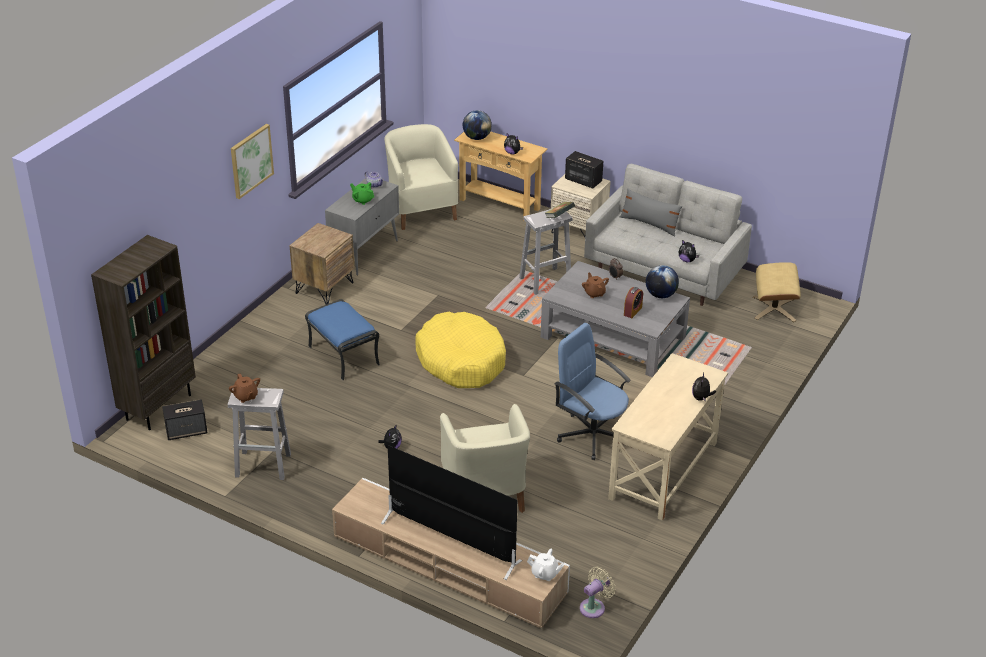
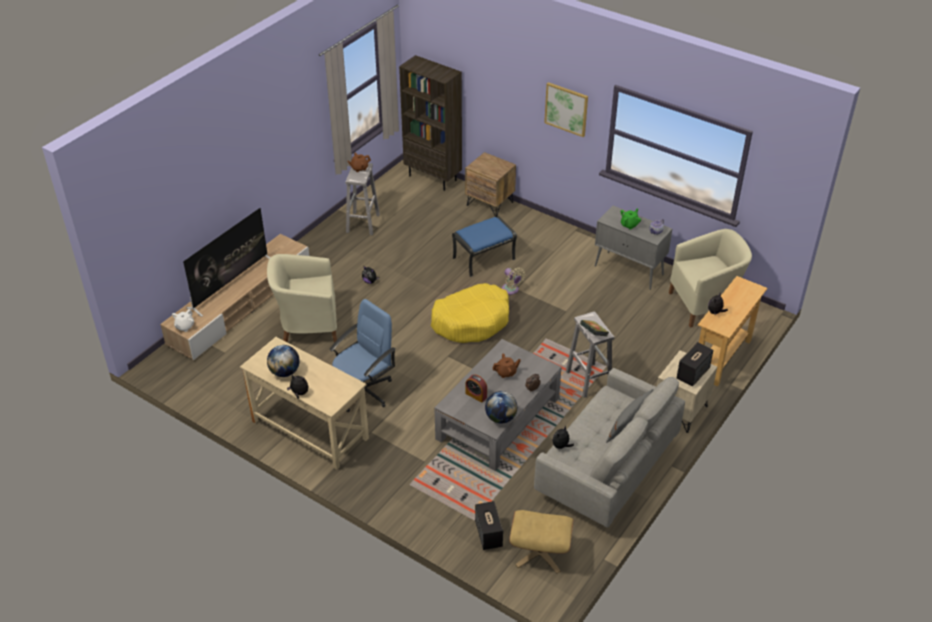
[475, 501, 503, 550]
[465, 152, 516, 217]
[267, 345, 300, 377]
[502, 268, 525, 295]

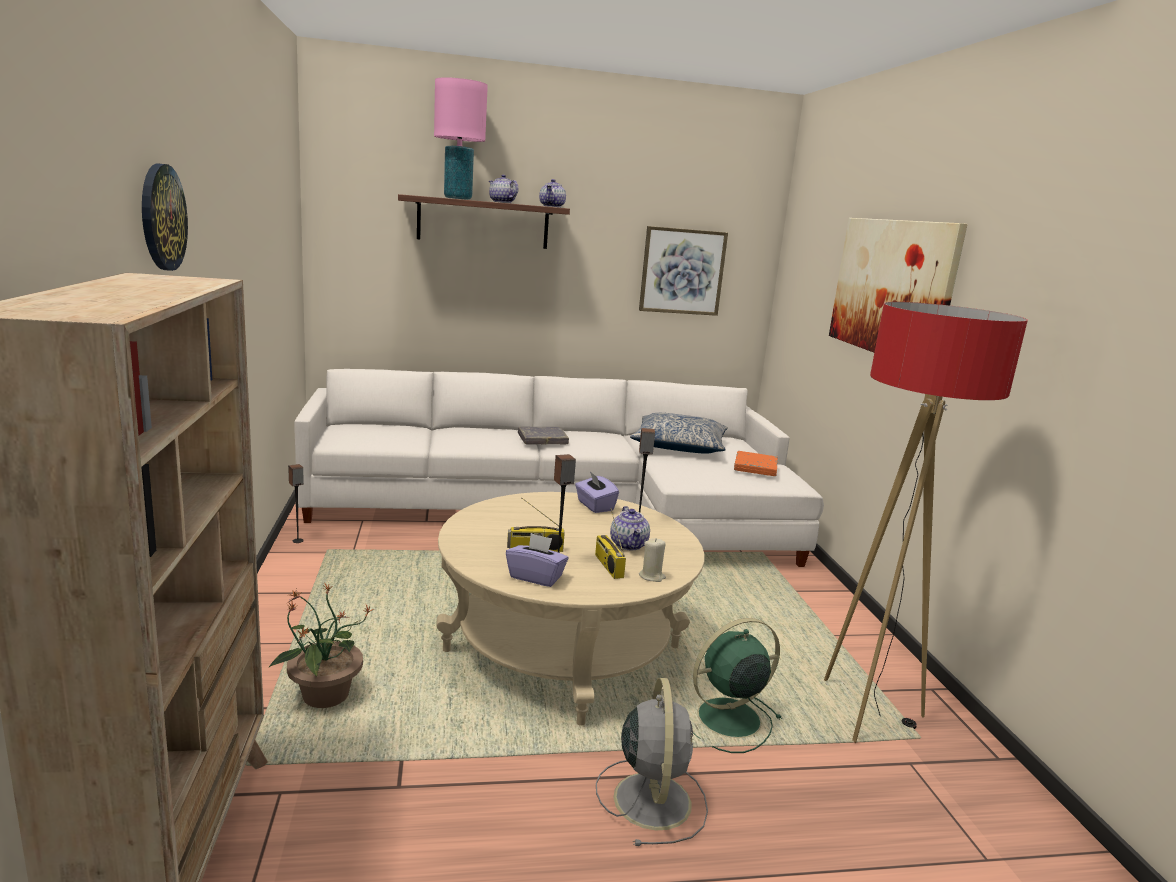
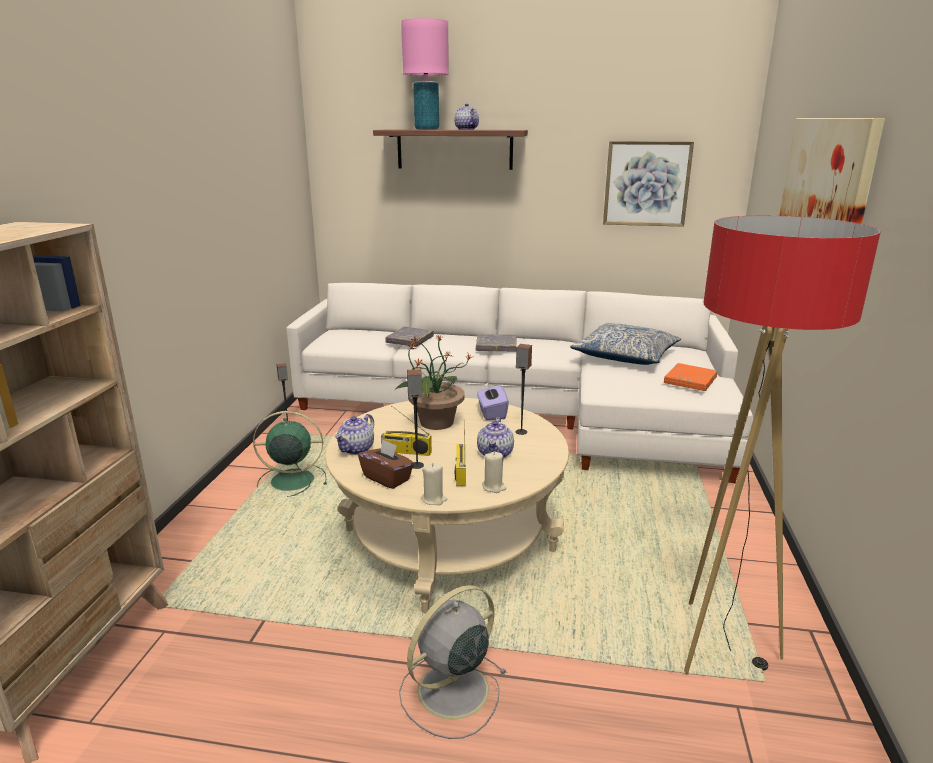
[142, 163, 188, 271] (first image)
[395, 334, 474, 430]
[358, 439, 414, 489]
[334, 414, 374, 455]
[399, 585, 507, 739]
[253, 411, 327, 497]
[385, 327, 434, 347]
[421, 463, 447, 505]

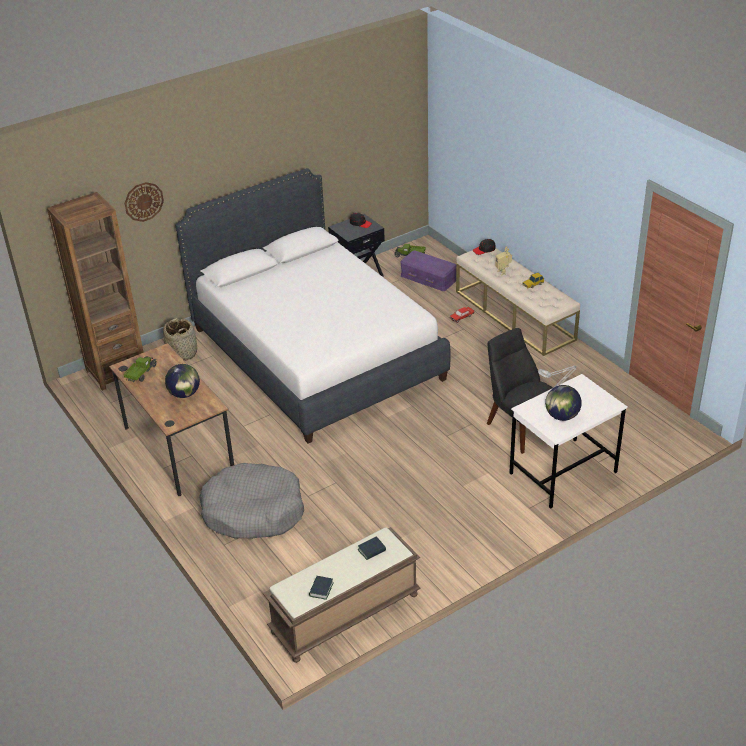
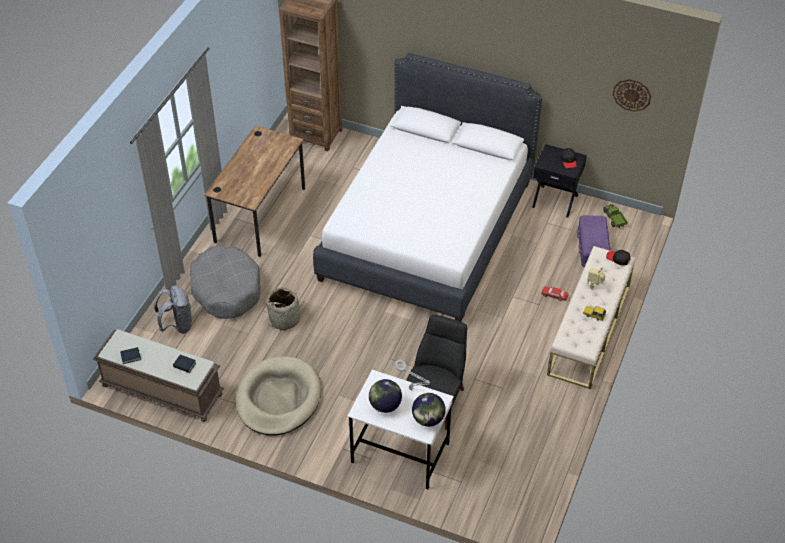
[123, 356, 157, 382] (first image)
[613, 79, 651, 112]
[266, 287, 303, 330]
[412, 393, 446, 427]
[154, 286, 192, 334]
[236, 356, 321, 435]

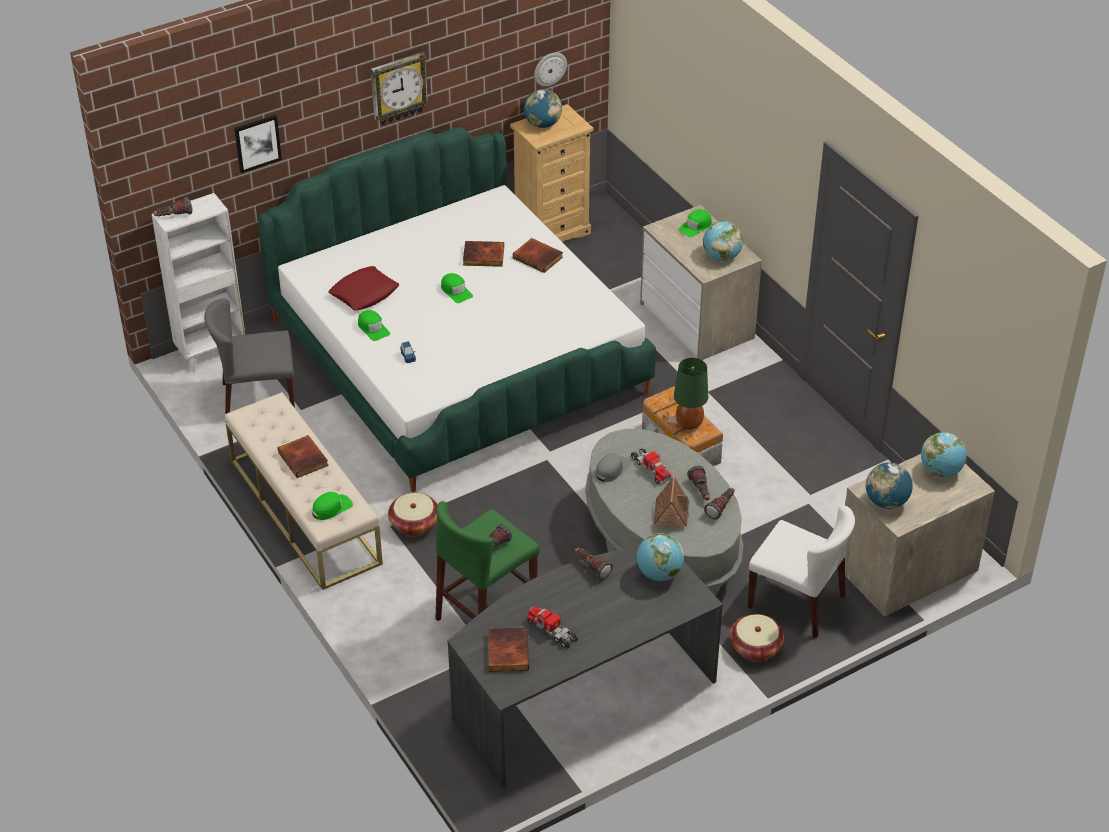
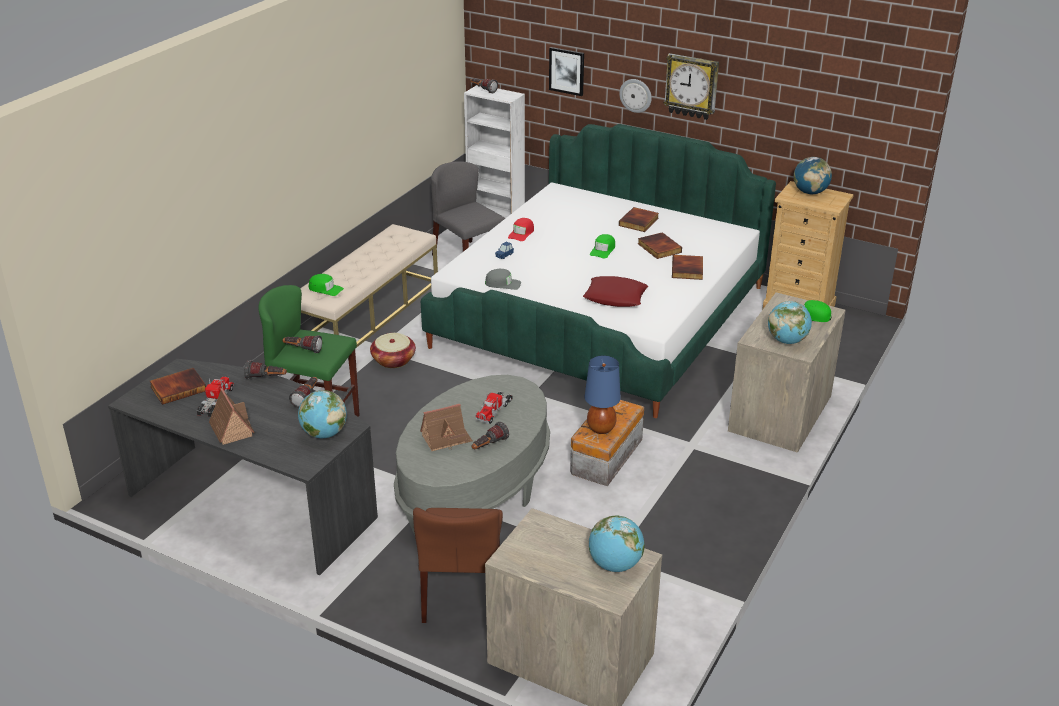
[619, 207, 659, 232]
[583, 276, 648, 307]
[508, 218, 534, 241]
[619, 79, 652, 113]
[485, 269, 521, 290]
[584, 356, 621, 434]
[244, 360, 287, 379]
[729, 614, 785, 661] (first image)
[413, 508, 503, 623]
[866, 463, 913, 509] (first image)
[209, 388, 255, 445]

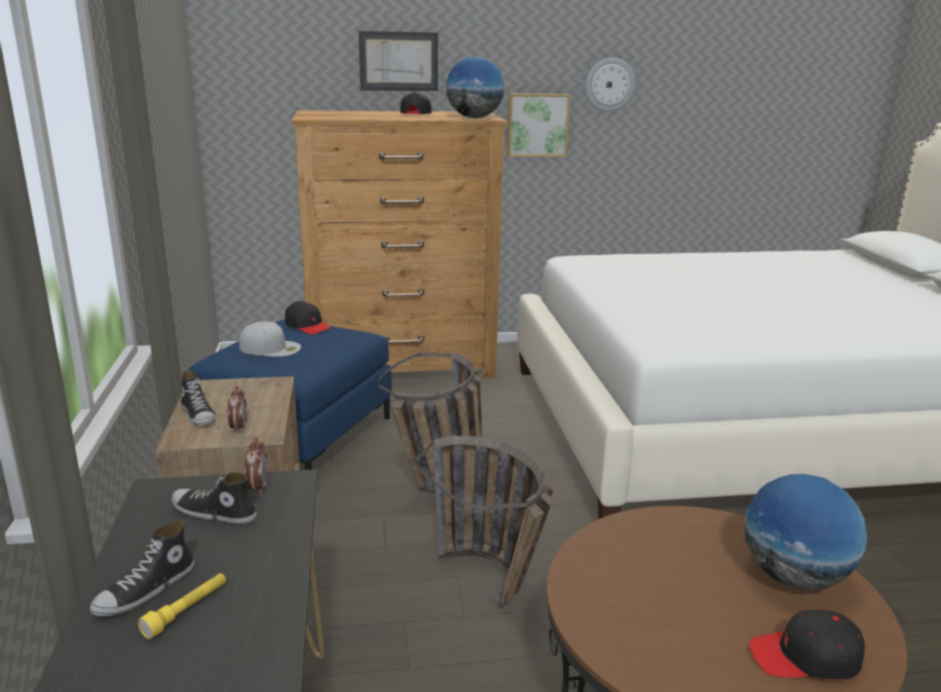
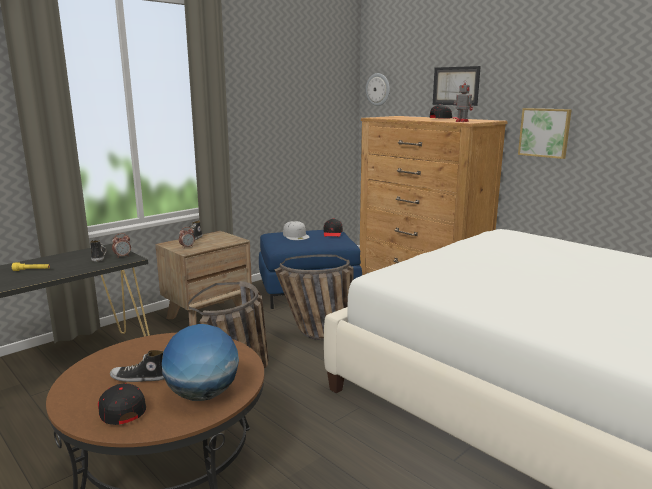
[110, 350, 164, 382]
[454, 80, 473, 122]
[366, 73, 390, 106]

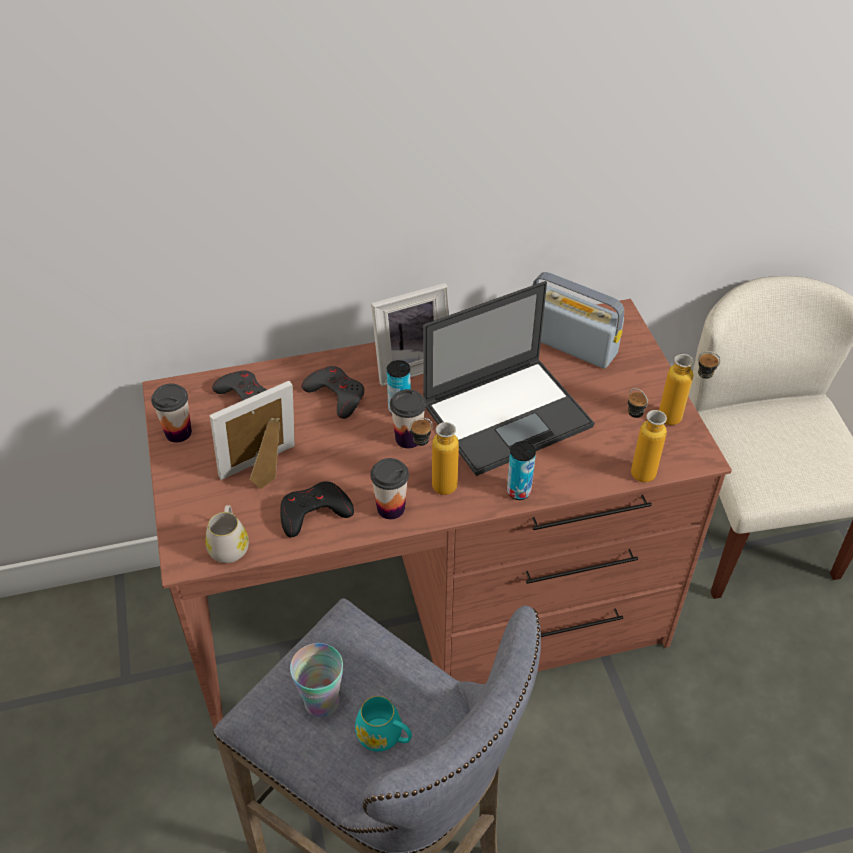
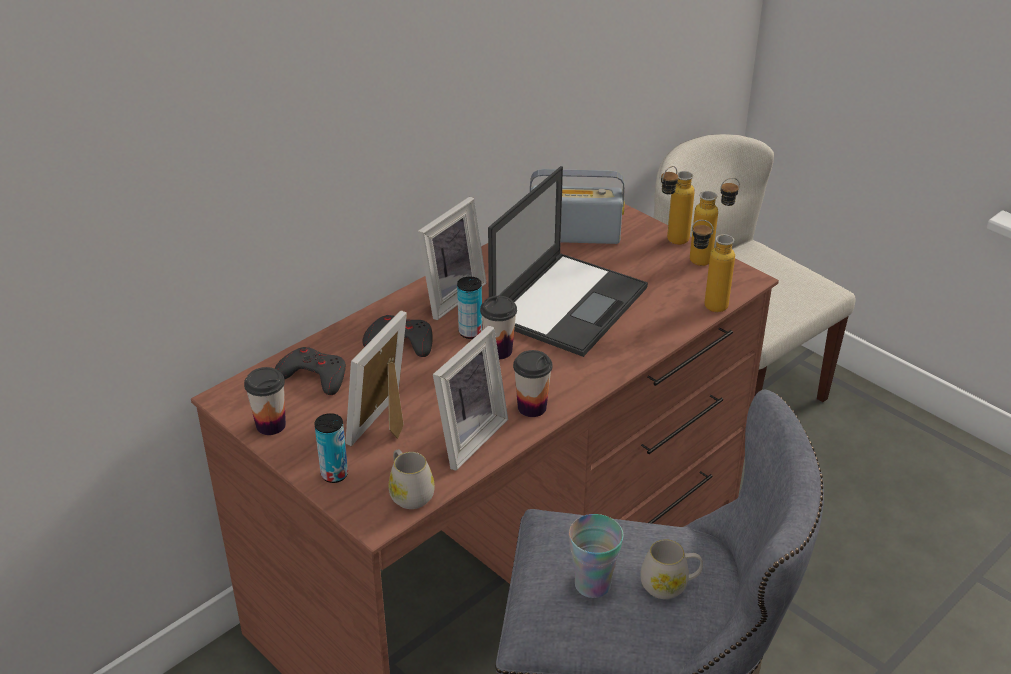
[433, 326, 508, 471]
[640, 539, 703, 599]
[661, 166, 695, 245]
[314, 413, 348, 483]

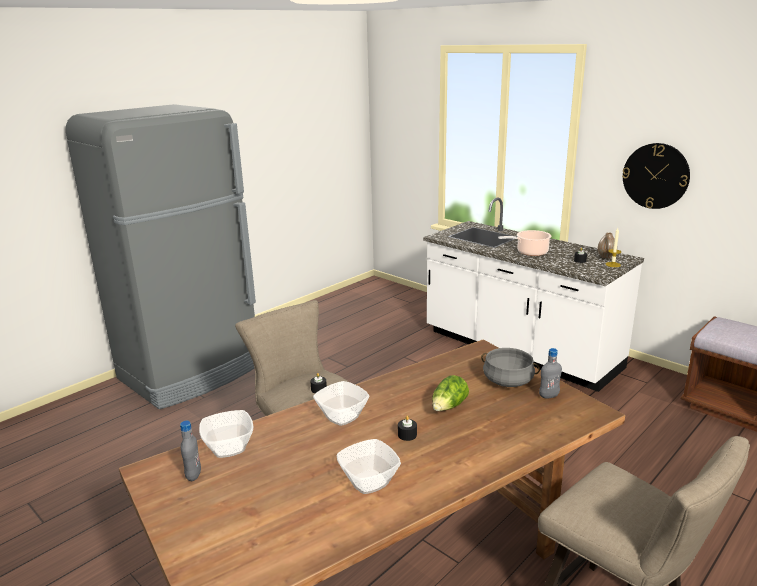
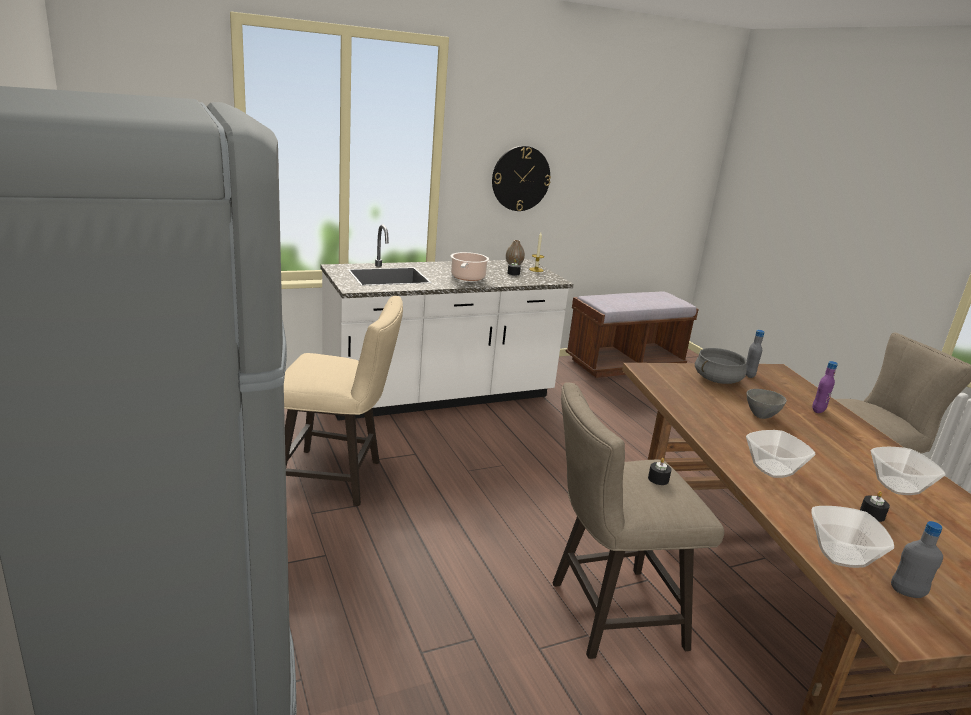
[860, 491, 890, 522]
[747, 389, 787, 419]
[284, 296, 403, 506]
[812, 361, 838, 413]

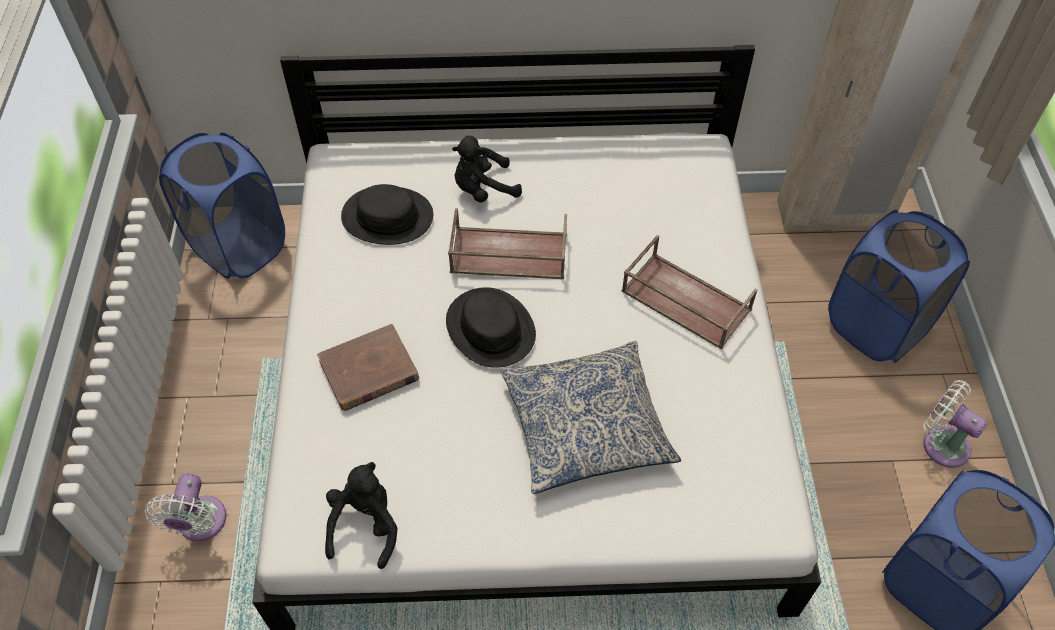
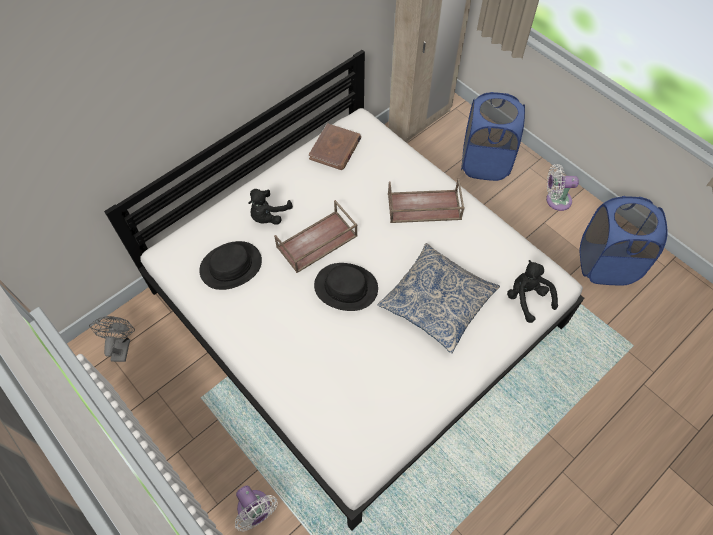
[89, 316, 135, 362]
[309, 123, 361, 170]
[507, 260, 558, 323]

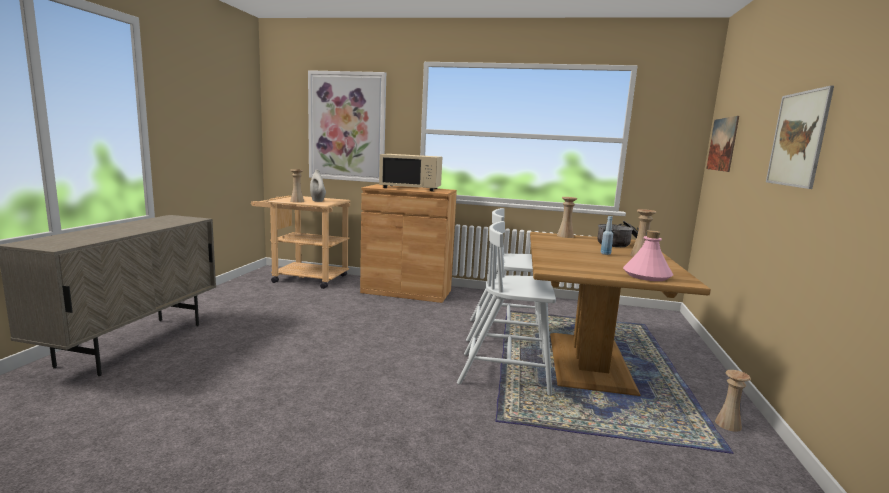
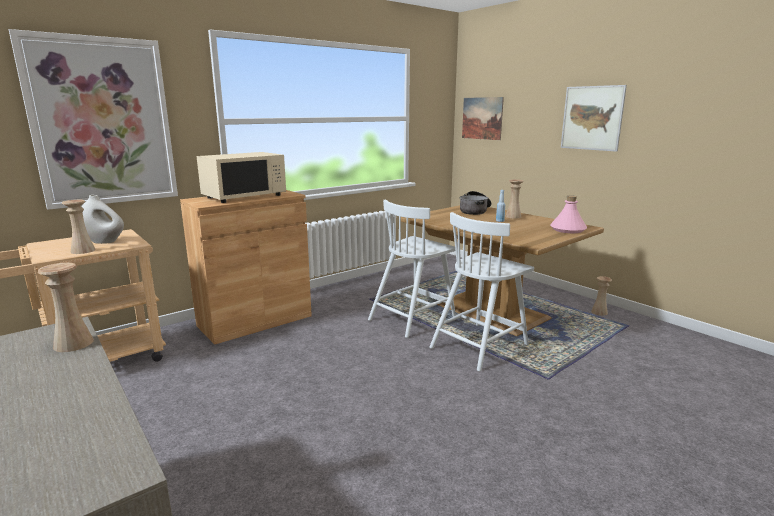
[38, 263, 94, 352]

